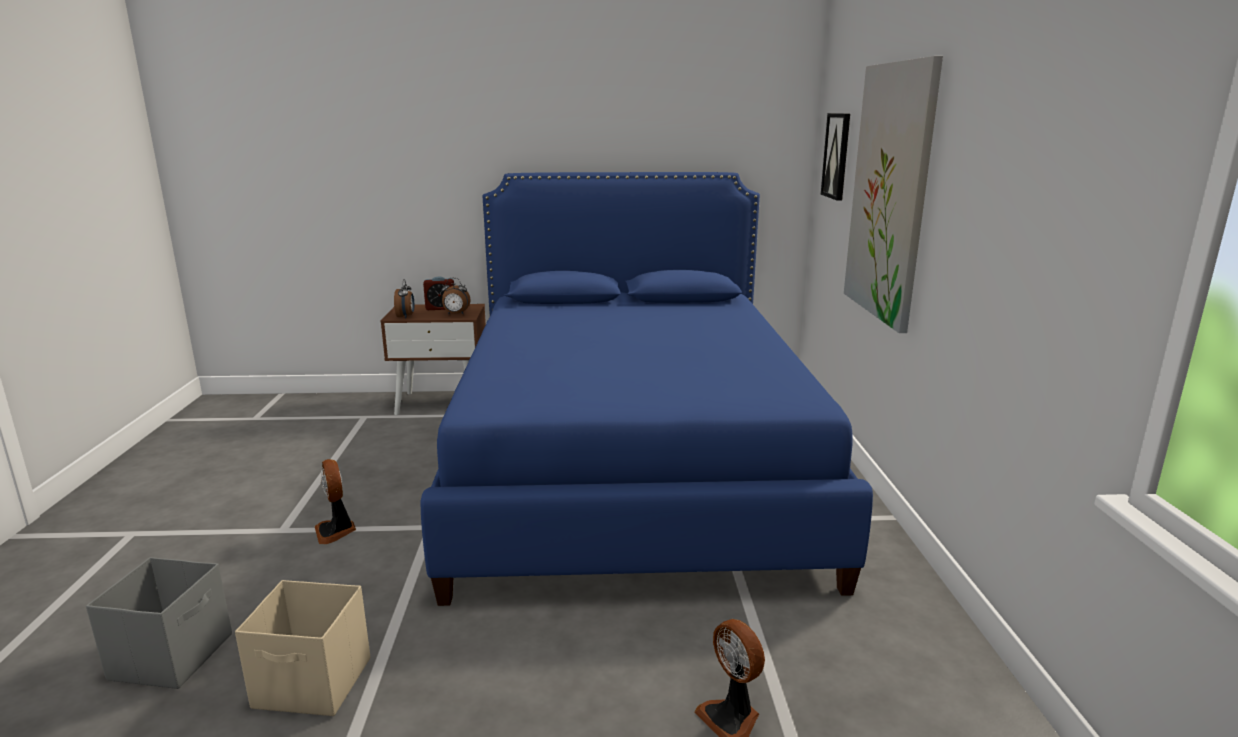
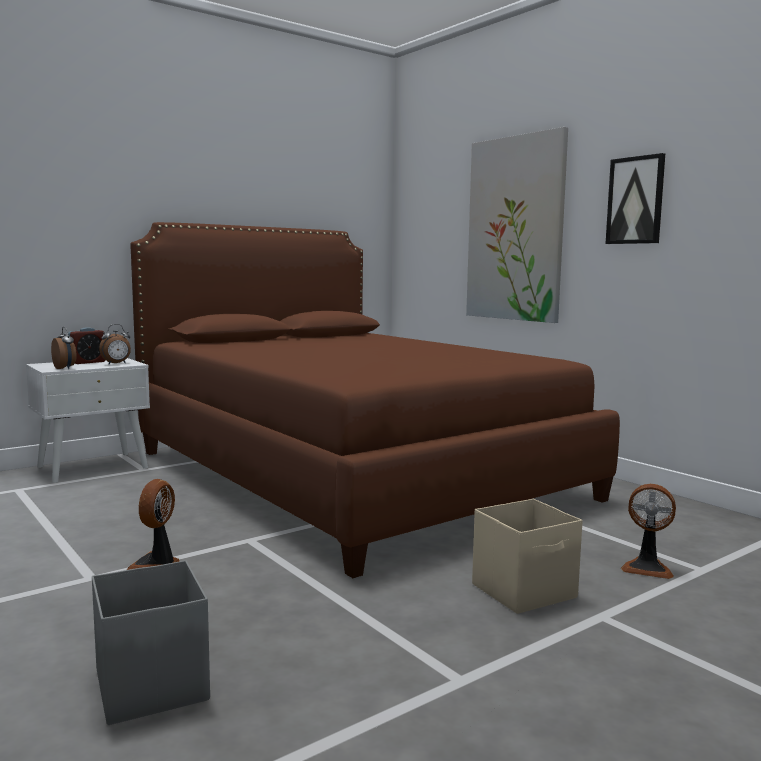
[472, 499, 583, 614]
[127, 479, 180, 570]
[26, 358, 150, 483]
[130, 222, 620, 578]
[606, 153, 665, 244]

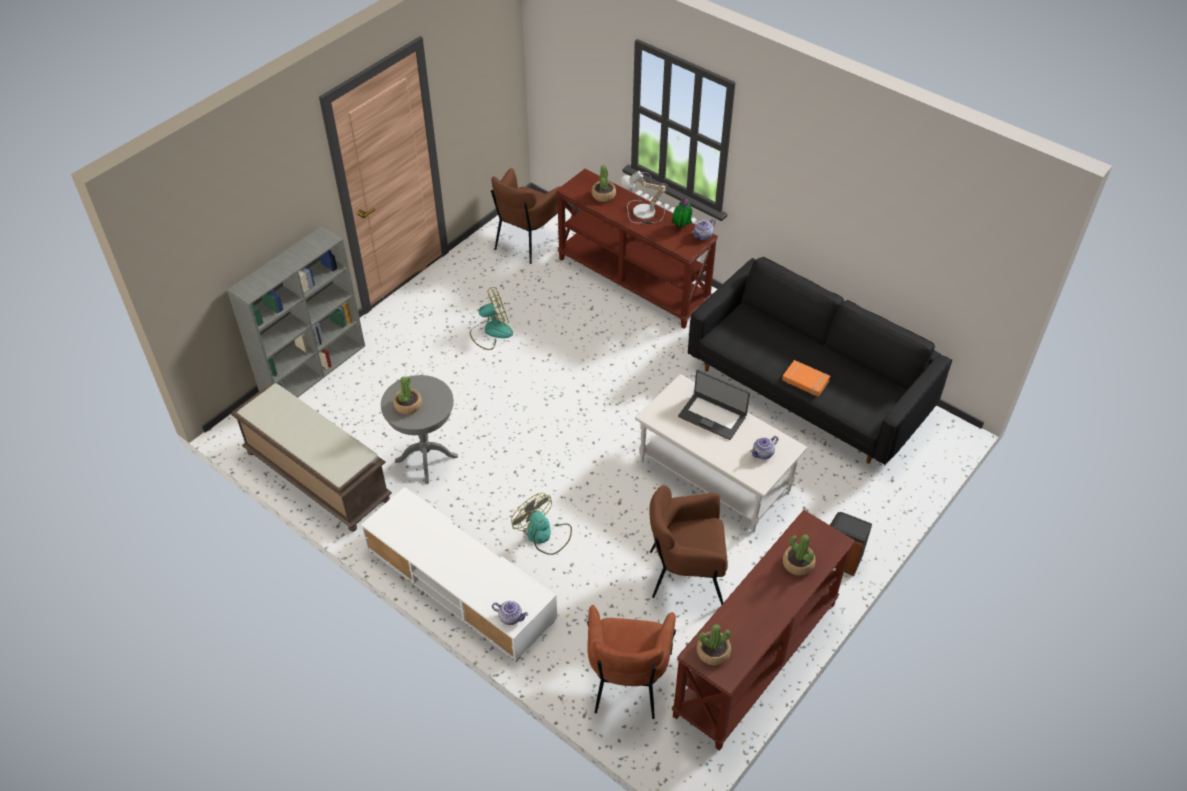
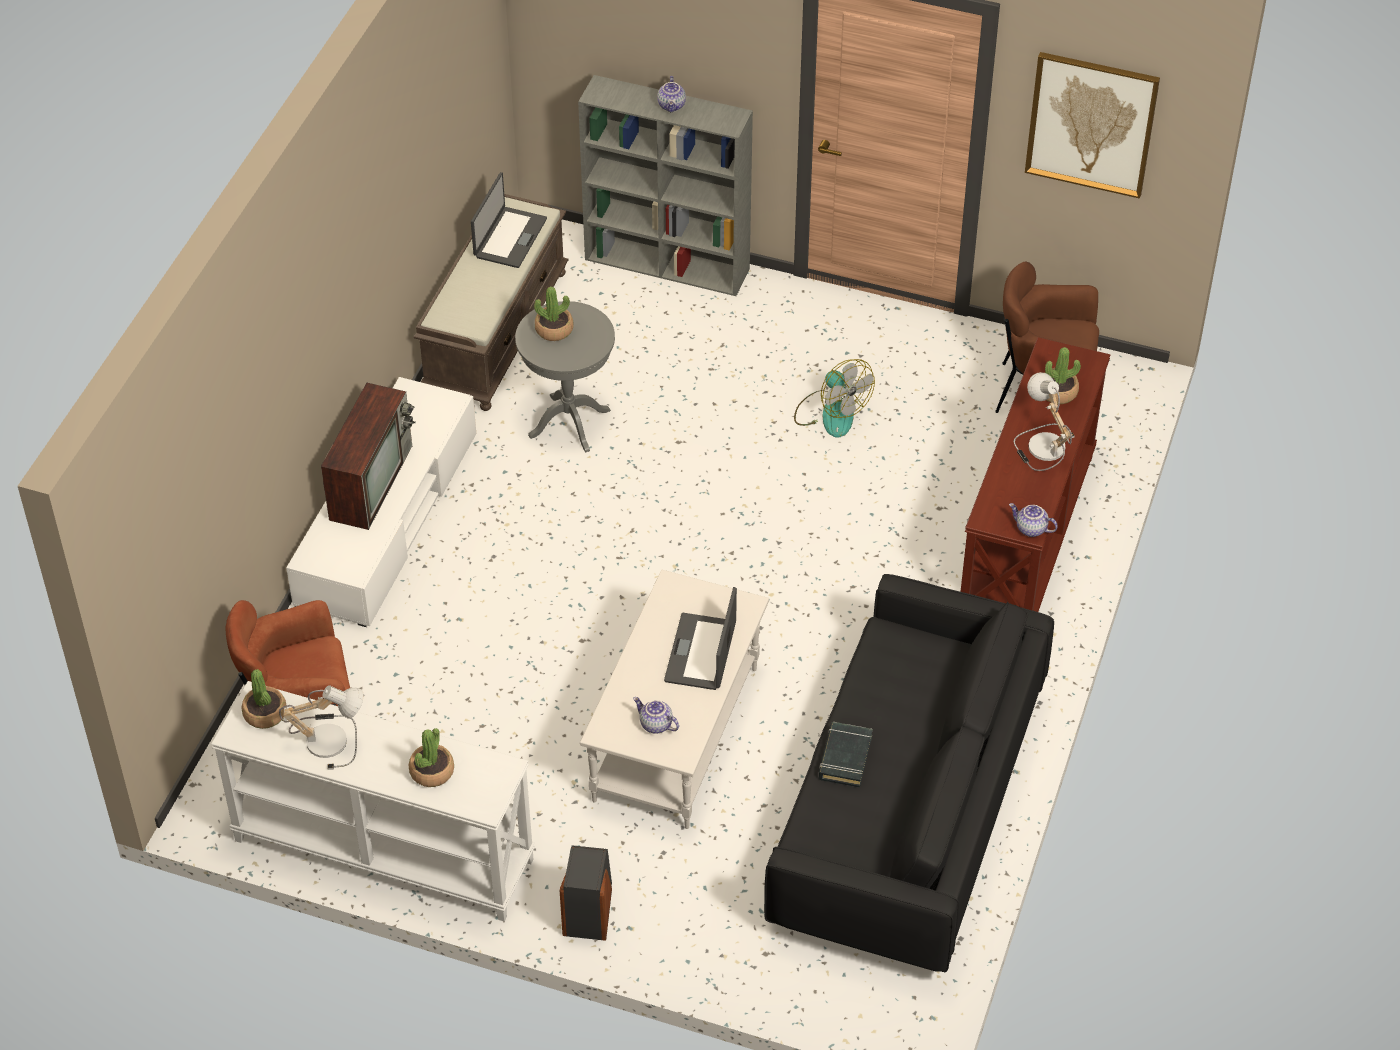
[657, 76, 686, 112]
[511, 493, 572, 555] (first image)
[649, 485, 728, 605] (first image)
[671, 198, 692, 227] (first image)
[211, 681, 535, 922]
[819, 722, 873, 788]
[279, 685, 364, 770]
[321, 383, 416, 530]
[471, 172, 547, 268]
[1025, 52, 1160, 199]

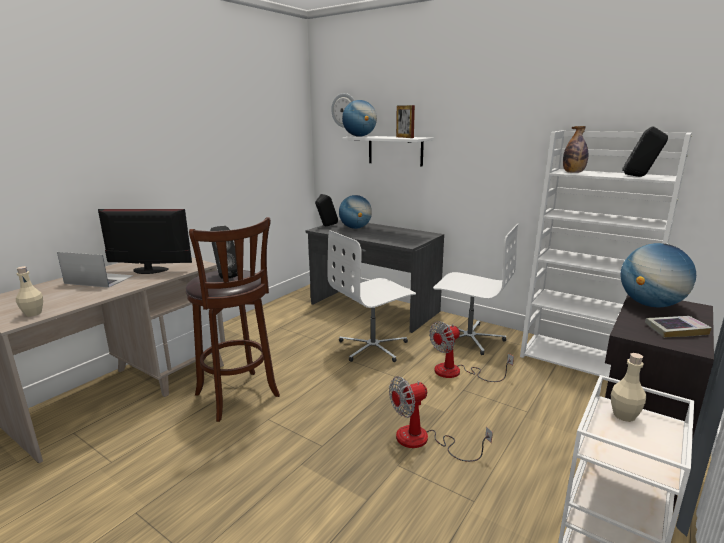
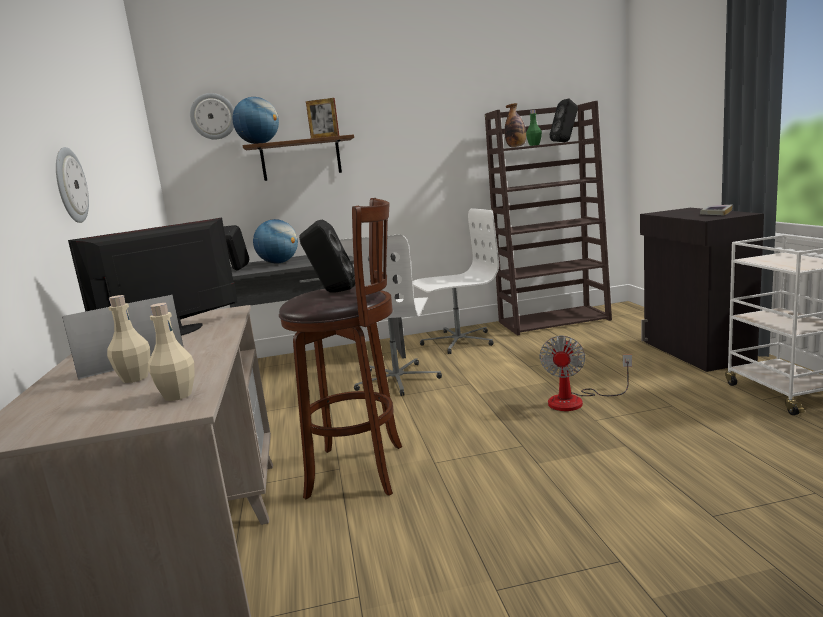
[242, 134, 354, 181]
[429, 321, 514, 382] (first image)
[485, 101, 612, 335]
[107, 295, 150, 383]
[620, 243, 696, 307] (first image)
[56, 147, 89, 223]
[526, 110, 542, 146]

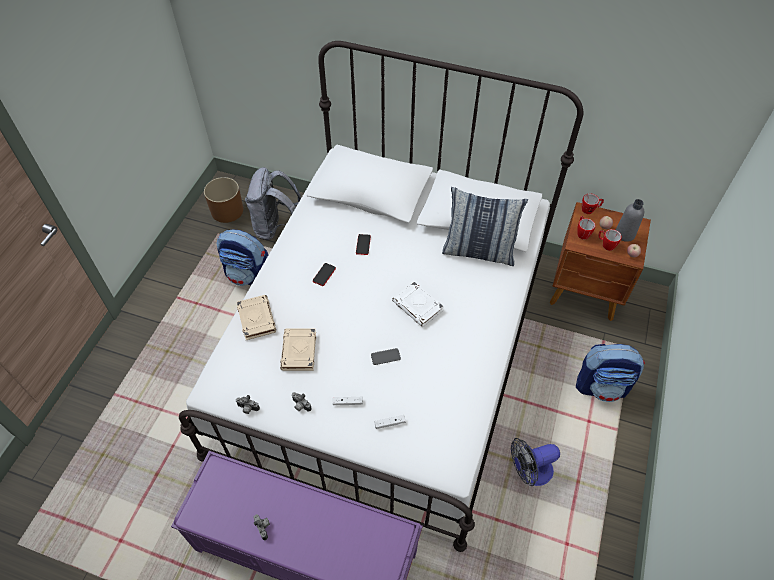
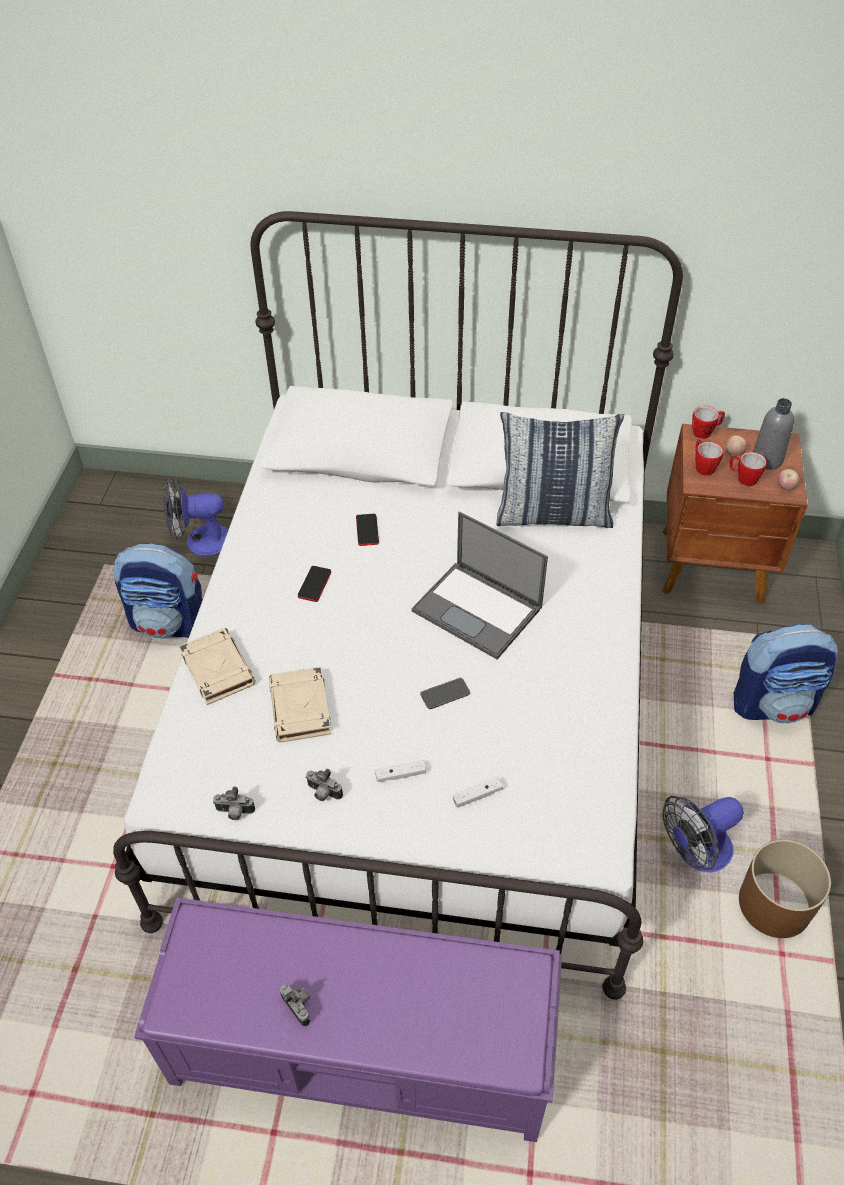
[739, 839, 831, 938]
[163, 477, 229, 557]
[412, 511, 548, 659]

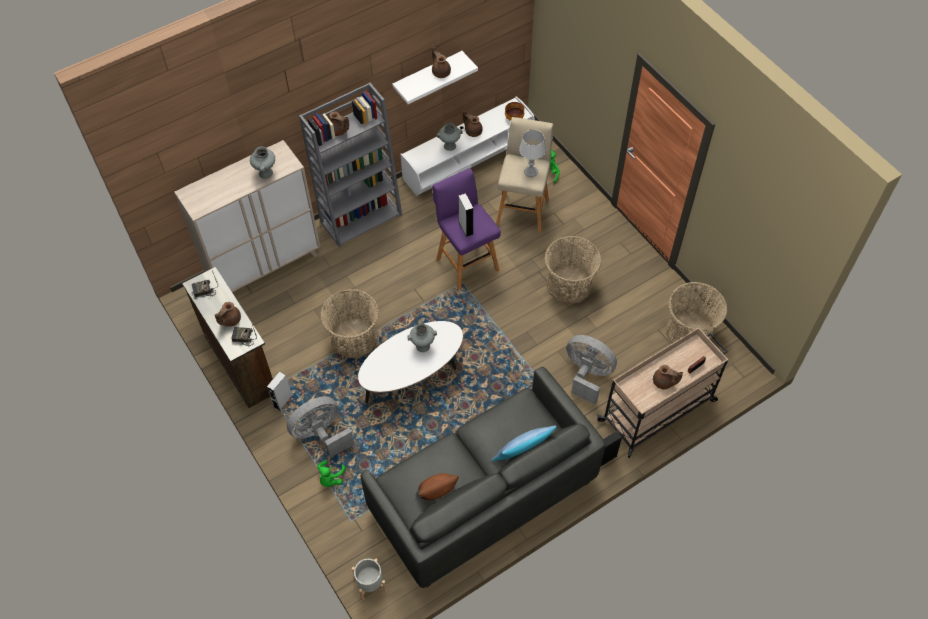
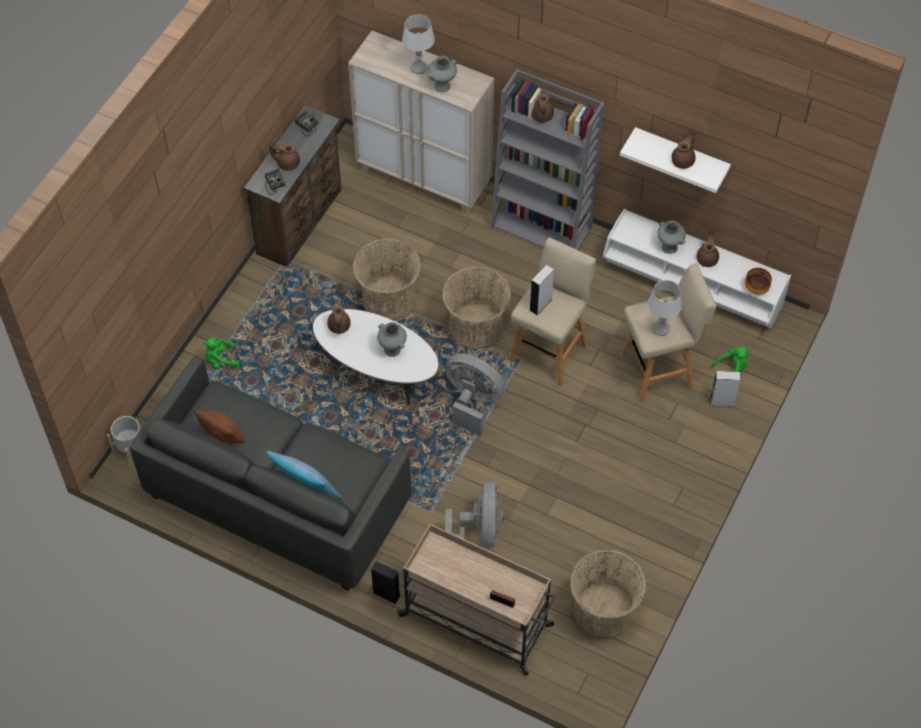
[710, 371, 741, 407]
[445, 354, 505, 436]
[509, 237, 596, 386]
[442, 266, 511, 349]
[327, 305, 351, 334]
[402, 14, 435, 74]

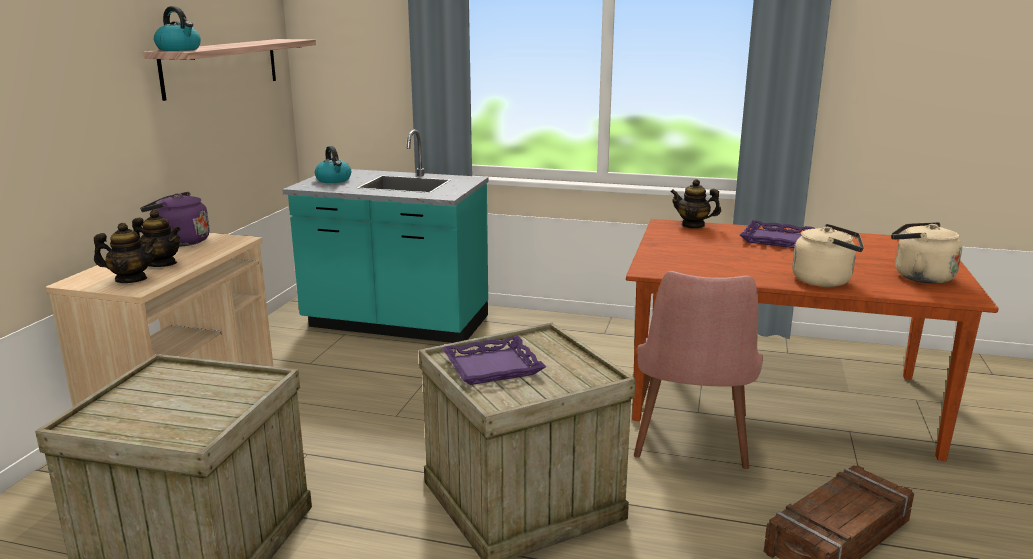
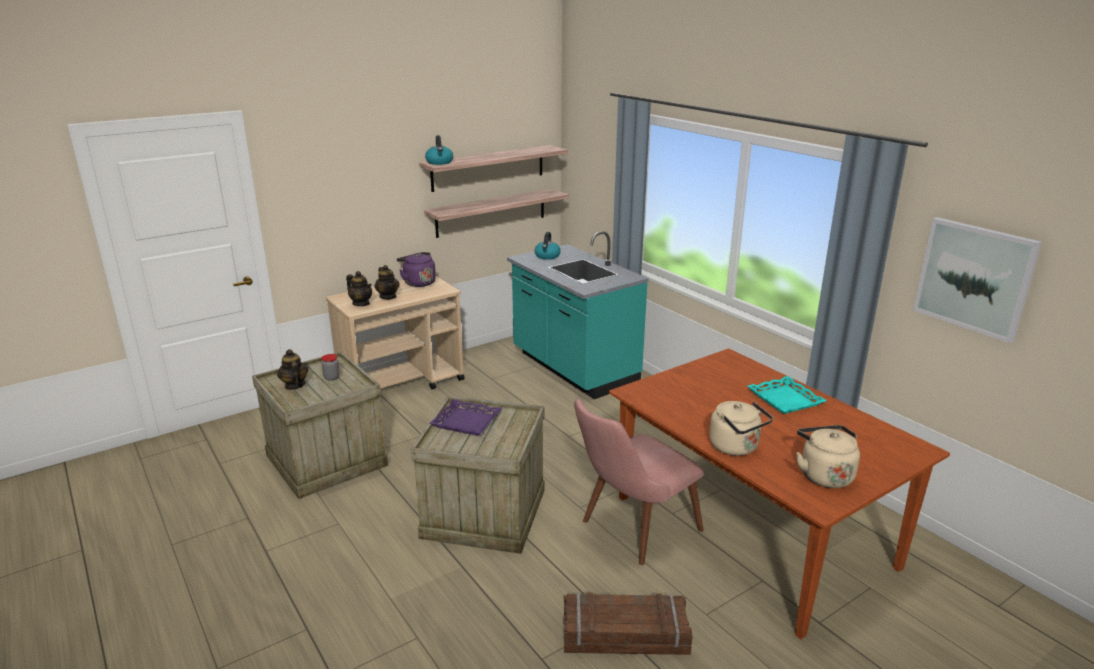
[277, 349, 308, 390]
[747, 376, 826, 414]
[321, 354, 340, 381]
[424, 189, 569, 238]
[913, 217, 1042, 343]

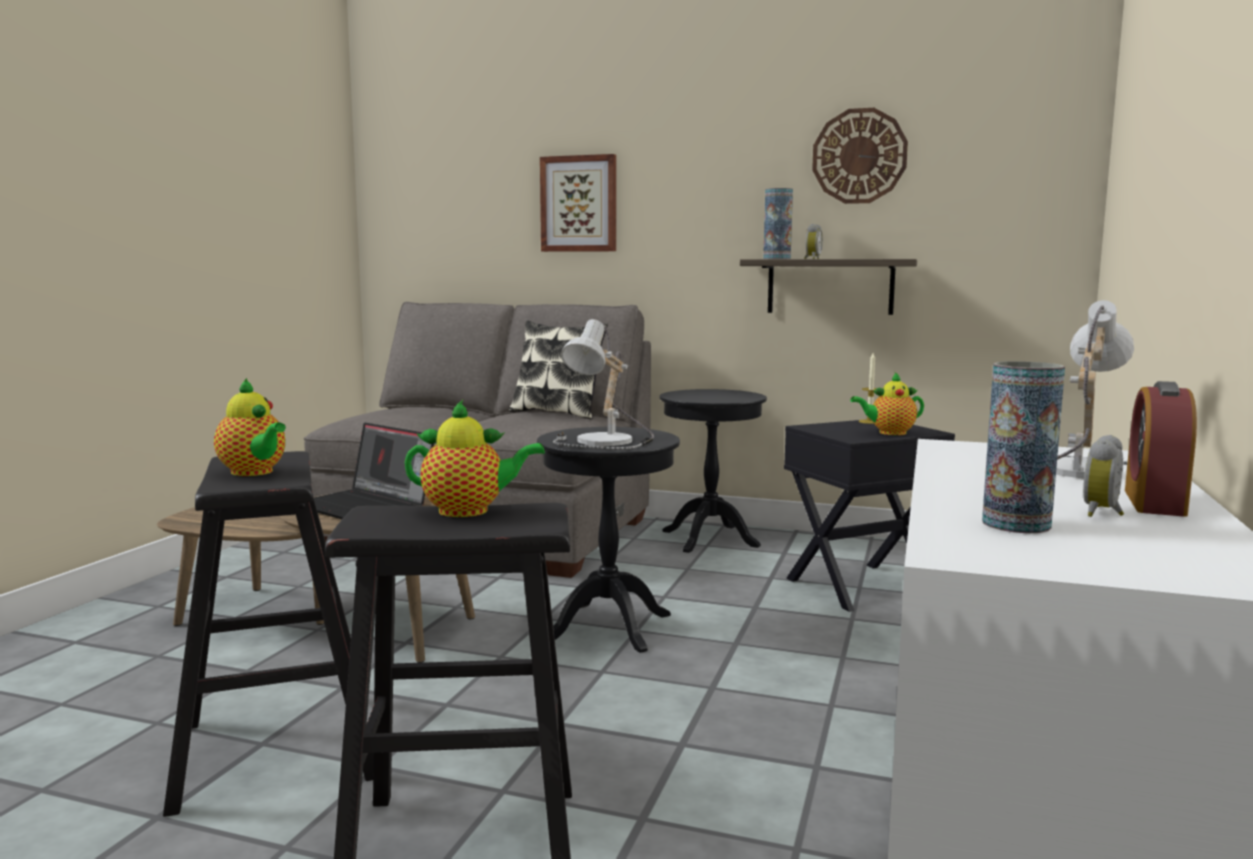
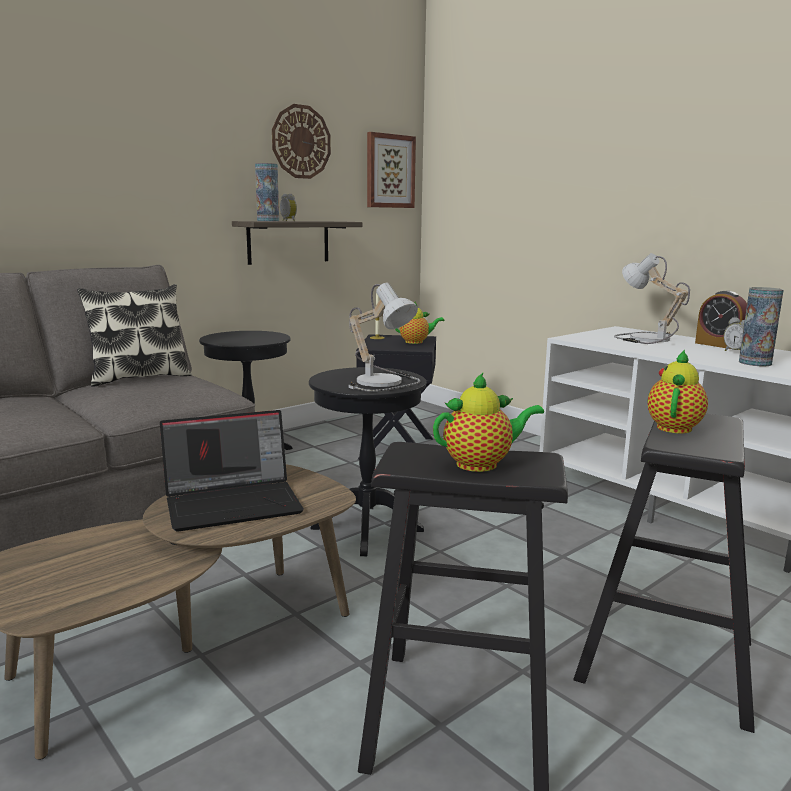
[367, 132, 416, 208]
[395, 302, 444, 344]

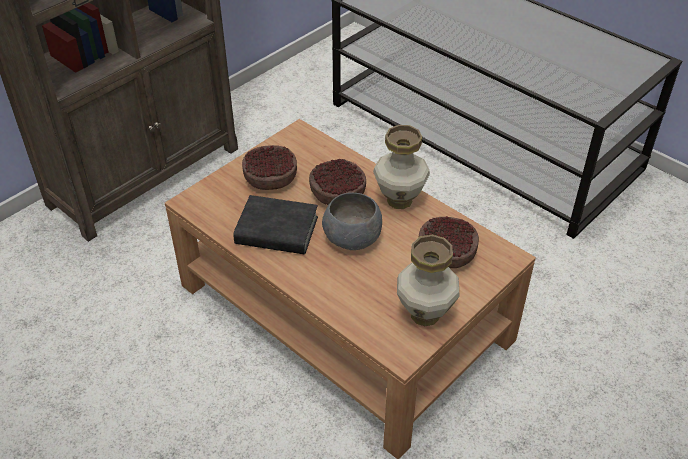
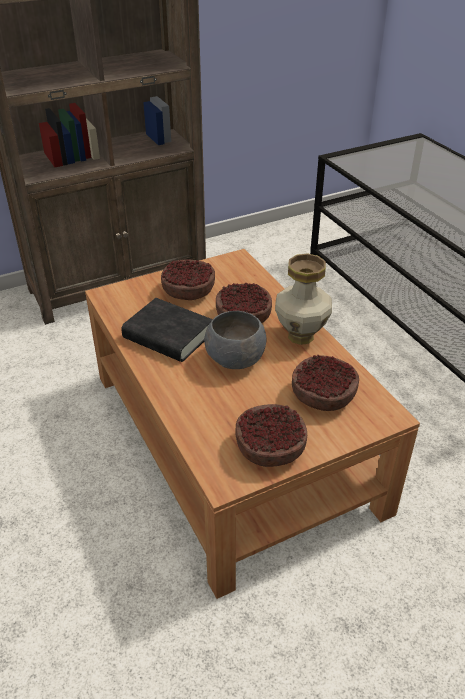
[236, 404, 307, 467]

